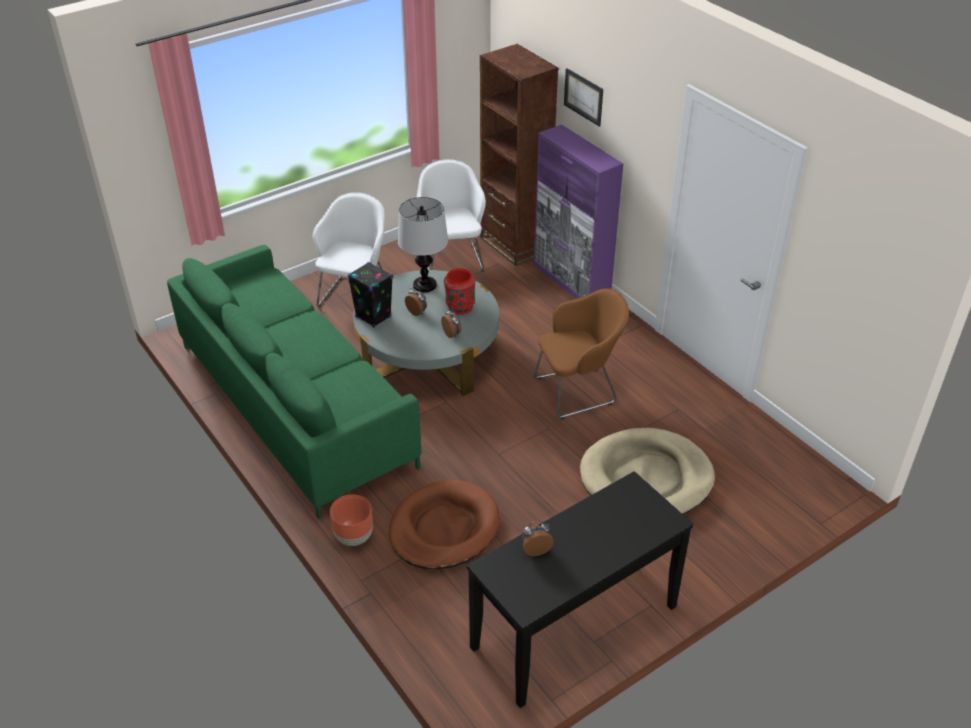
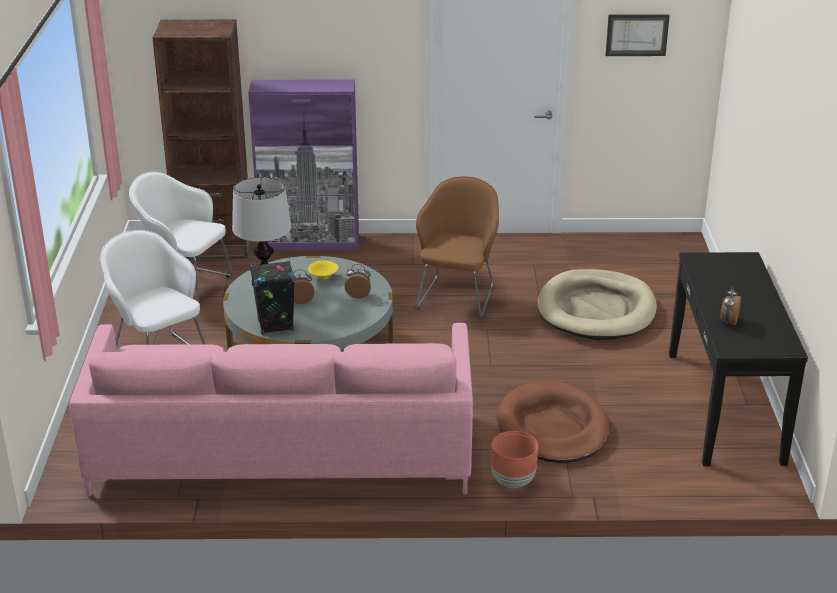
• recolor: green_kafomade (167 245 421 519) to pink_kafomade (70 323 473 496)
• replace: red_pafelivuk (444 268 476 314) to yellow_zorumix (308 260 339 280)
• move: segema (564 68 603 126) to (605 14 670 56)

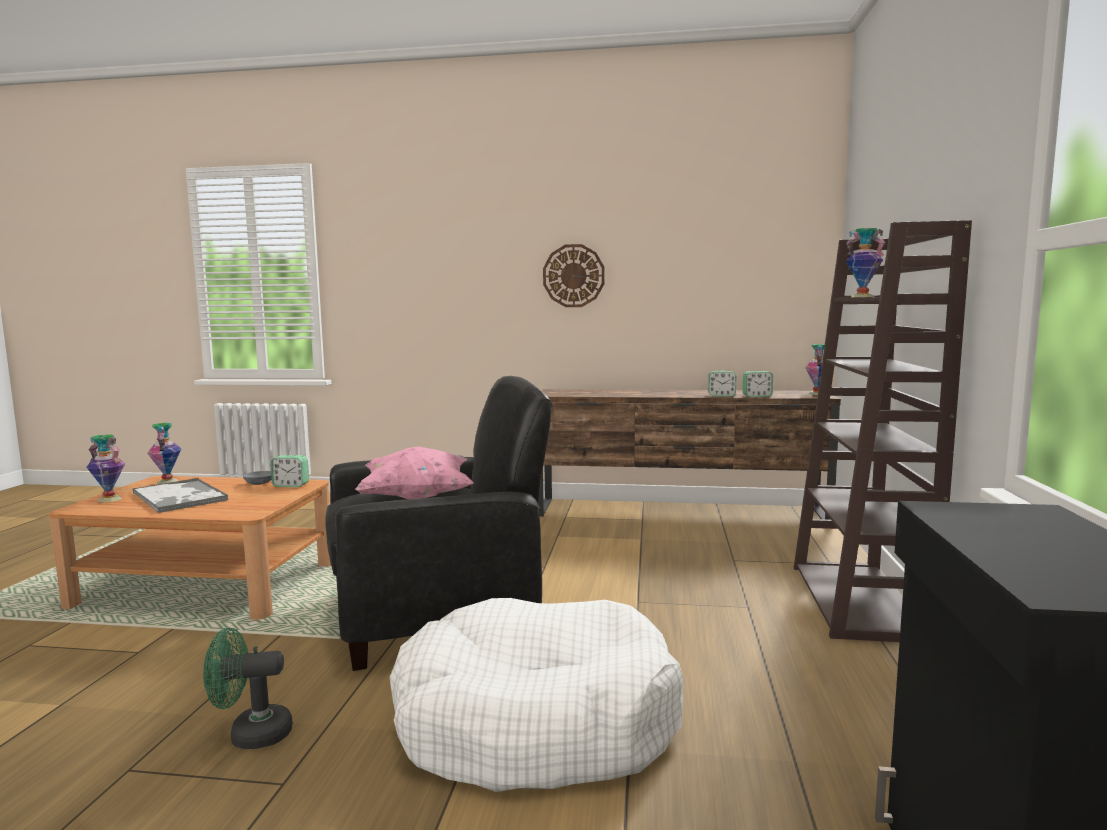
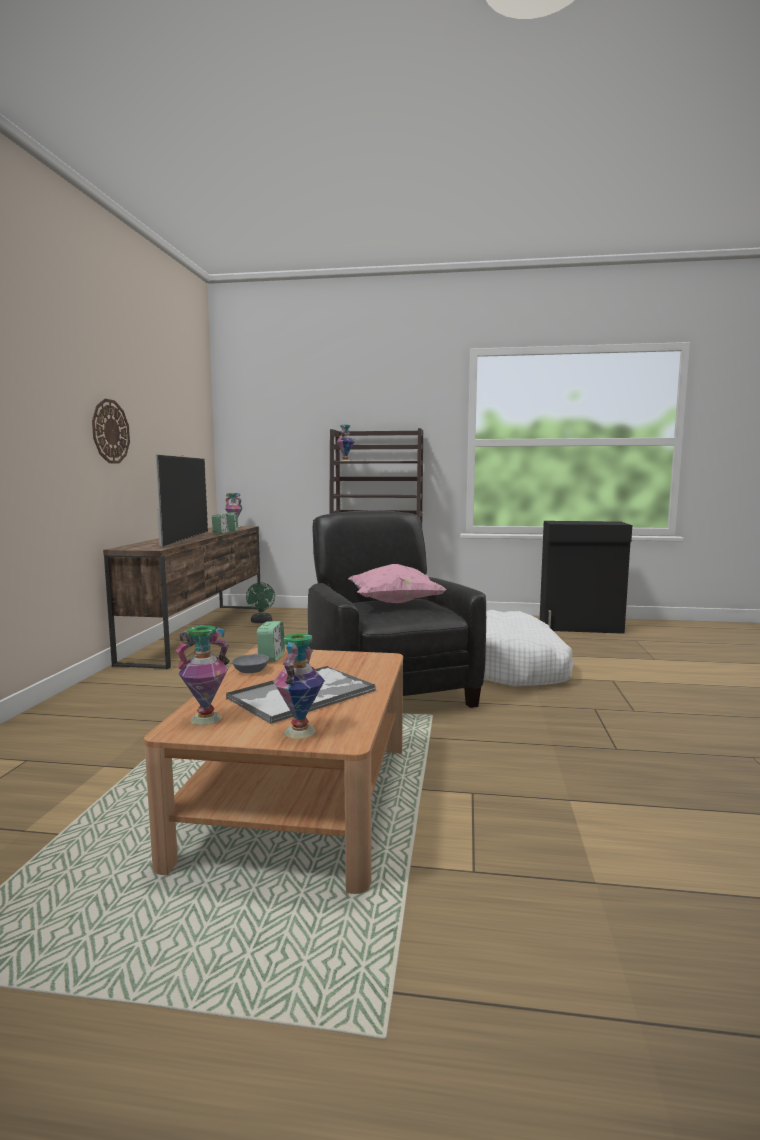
• move: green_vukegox (203 628 293 749) to (246 582 275 623)
• insert: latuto (156 455 208 547)

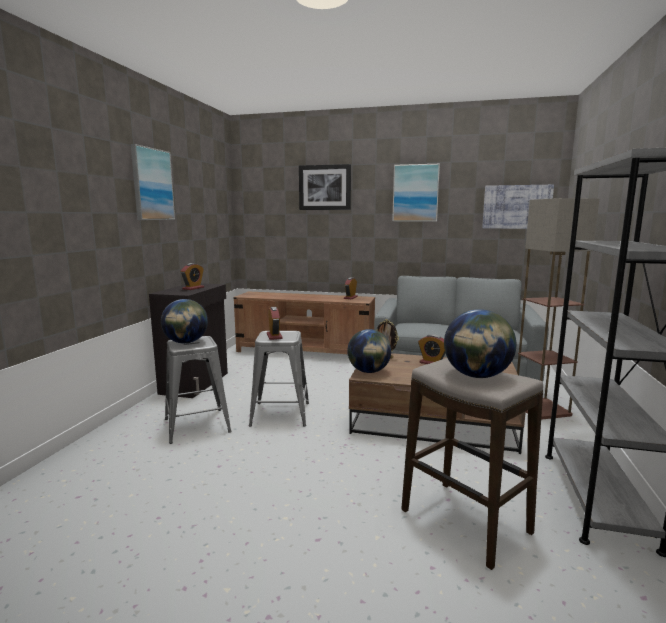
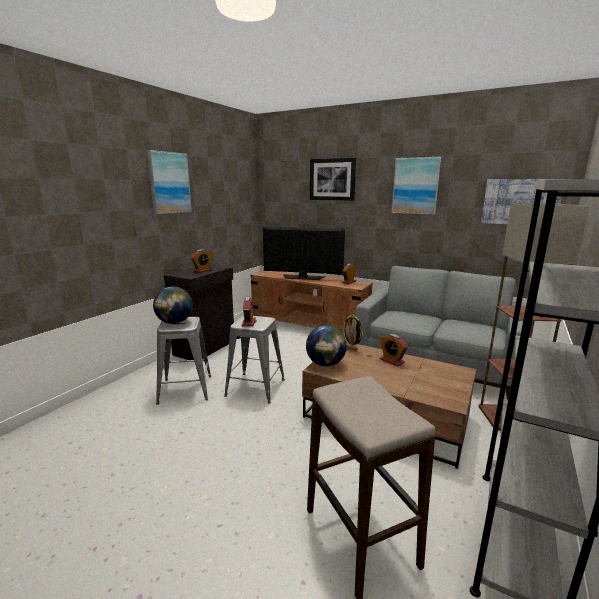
• delete: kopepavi (444 309 516 378)
• insert: latuto (263 227 345 280)

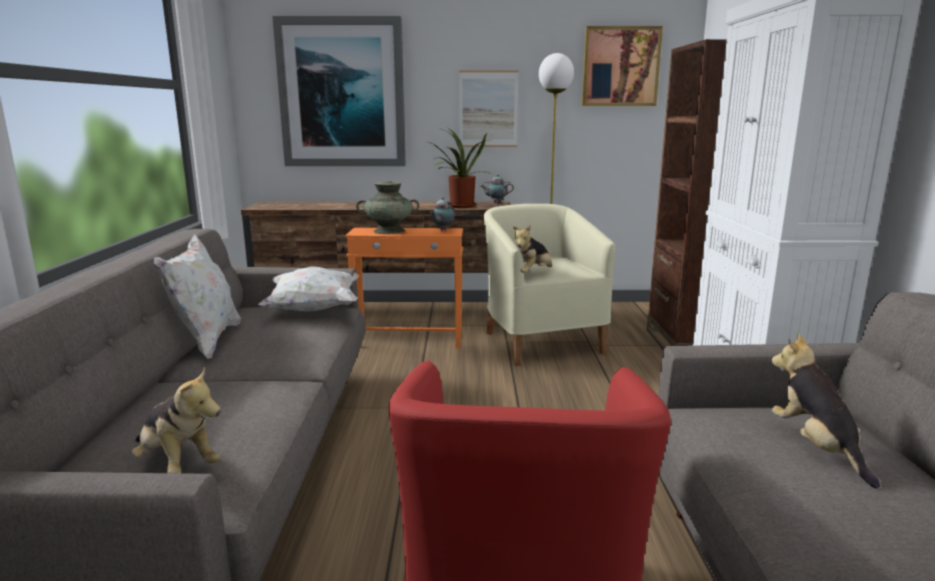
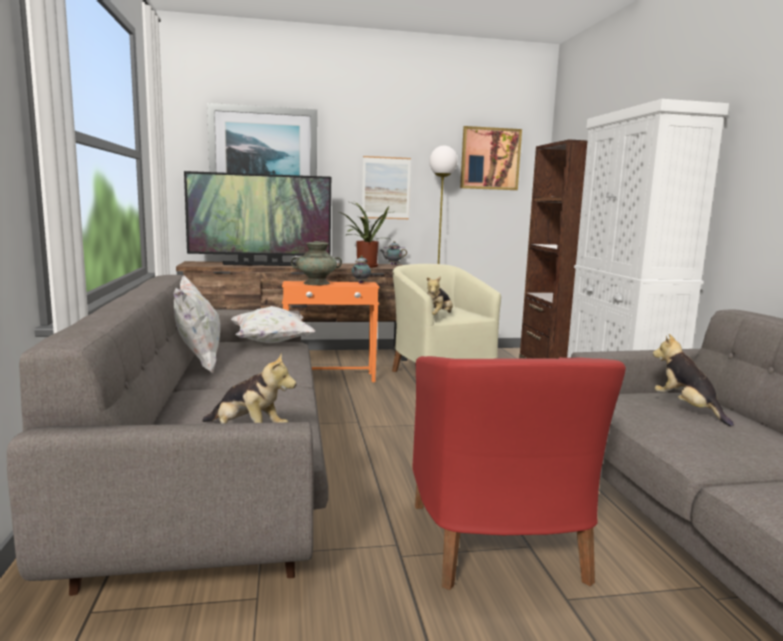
• insert: latuto (184 171 331 266)

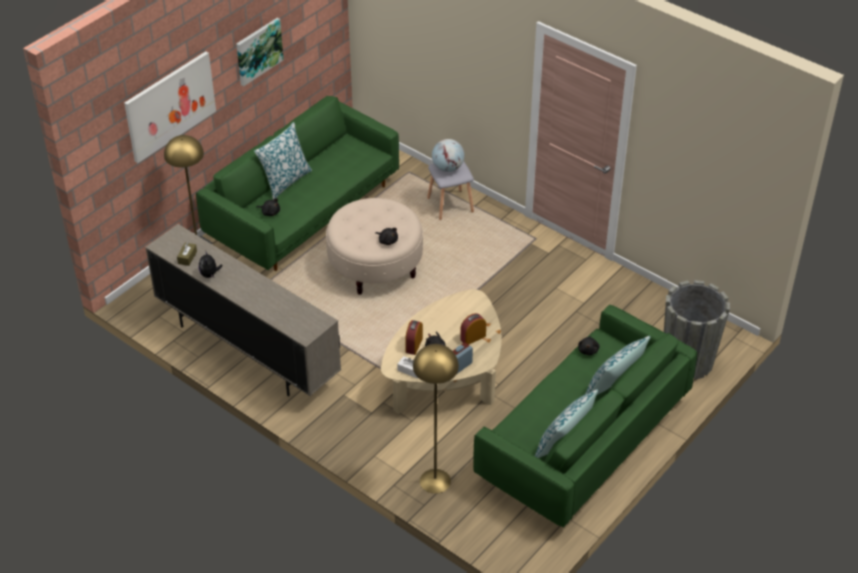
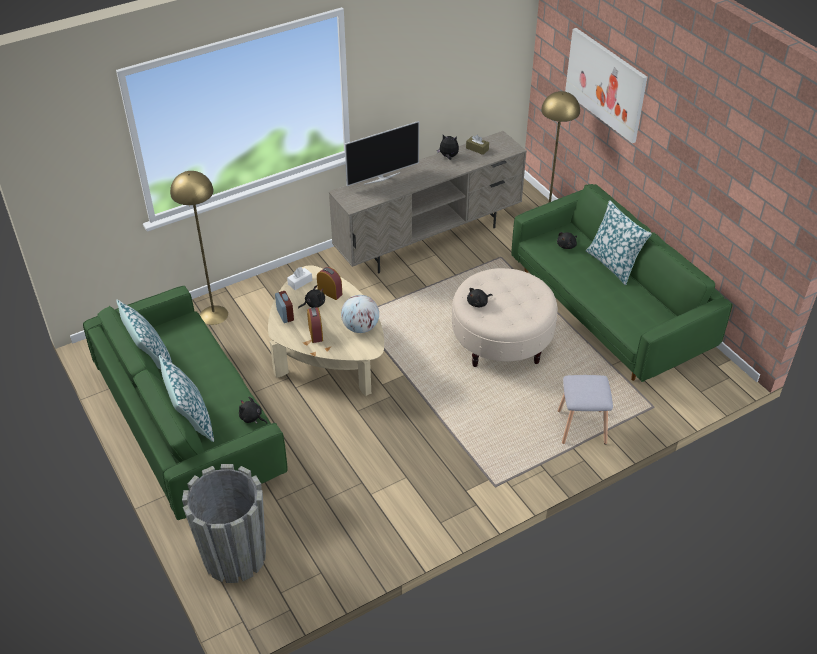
• delete: segema (236 18 284 86)
• move: kopepavi (432 139 465 172) to (341 295 379 333)
• insert: latuto (345 121 419 186)

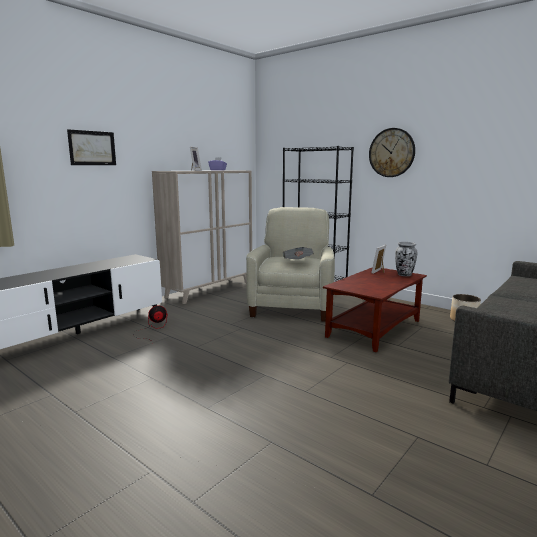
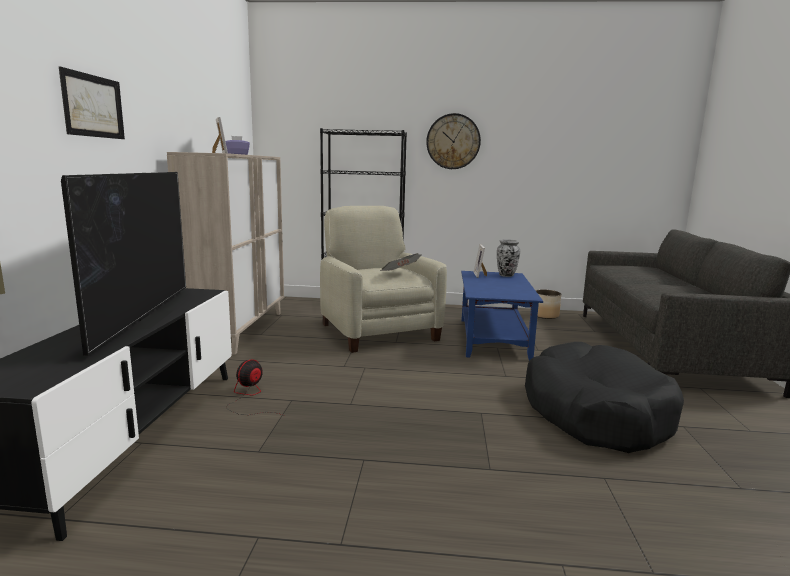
• recolor: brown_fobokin (323 267 427 352) to blue_fobokin (461 271 543 360)
• insert: latuto (61 172 186 355)
• insert: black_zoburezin (525 342 684 453)

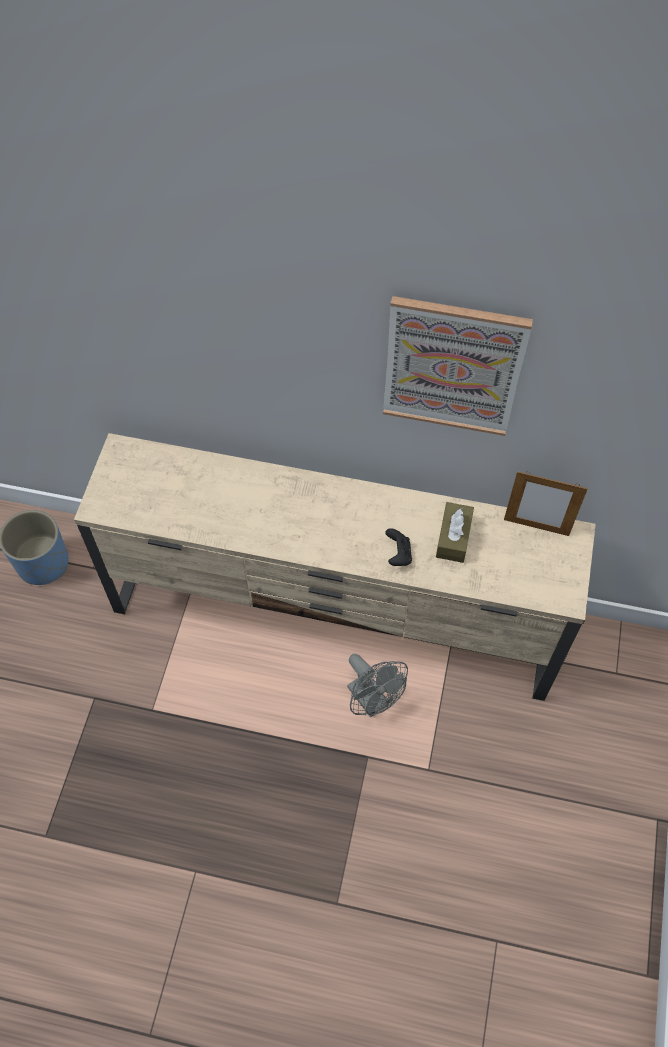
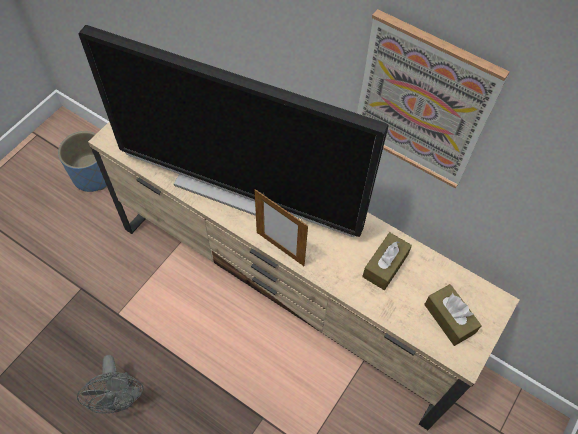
• move: grey_vukegox (347 654 408 717) to (77 355 144 414)
• delete: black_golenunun (385 528 412 566)
• move: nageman (504 471 588 536) to (255 189 308 266)
• insert: latuto (78 25 389 237)
• insert: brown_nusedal (424 284 482 346)

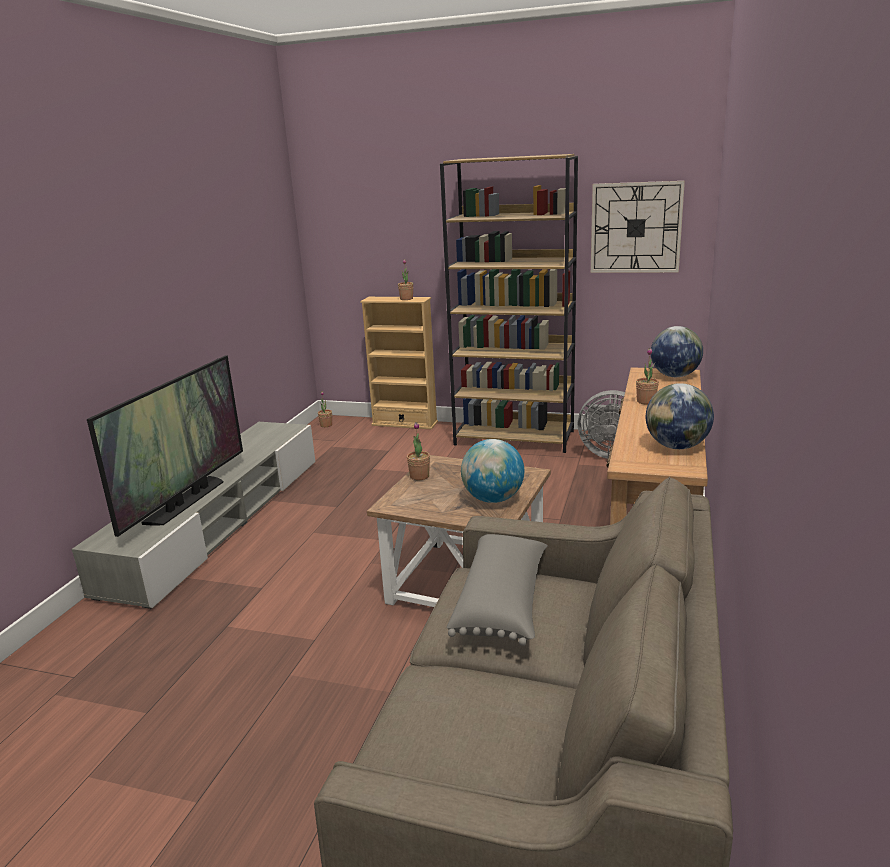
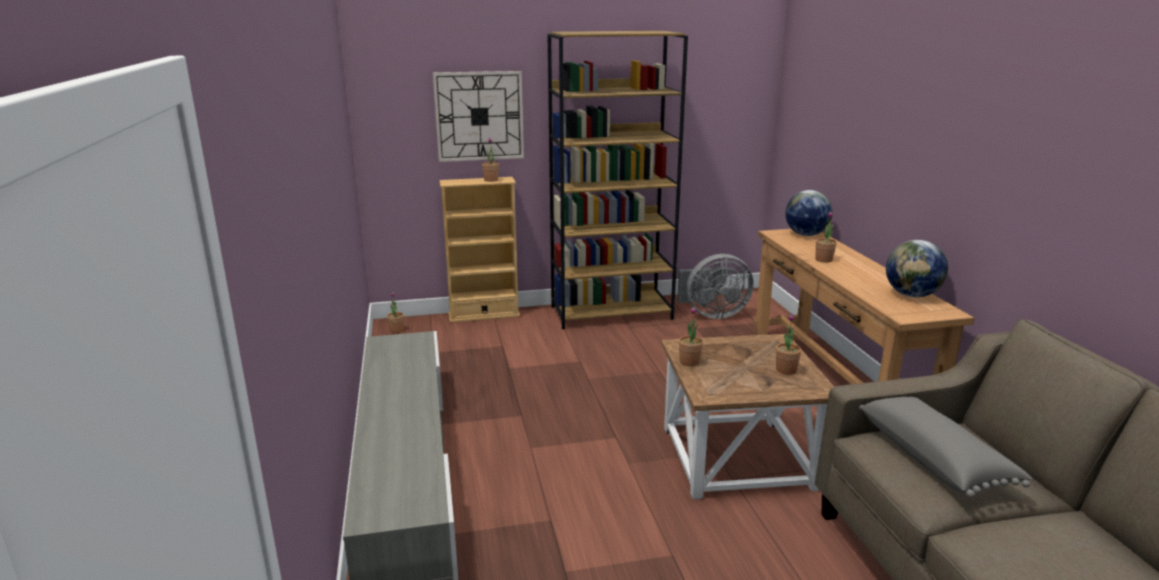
• delete: latuto (87 355 243 537)
• replace: kopepavi (461 439 524 503) to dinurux (776 314 801 375)
• move: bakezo (591 181 685 273) to (433 71 524 162)

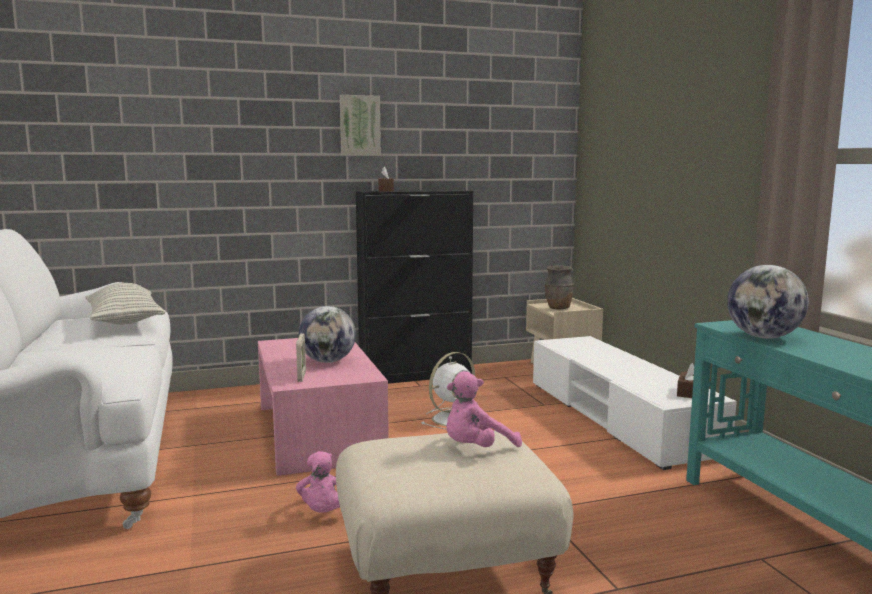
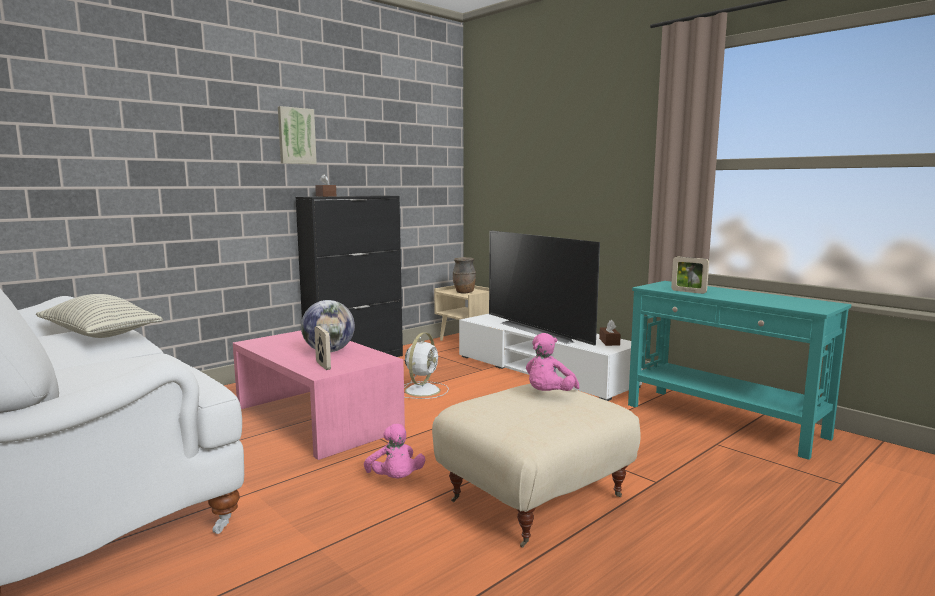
• replace: kopepavi (727 265 809 339) to nageman (671 257 709 294)
• insert: latuto (489 230 600 346)

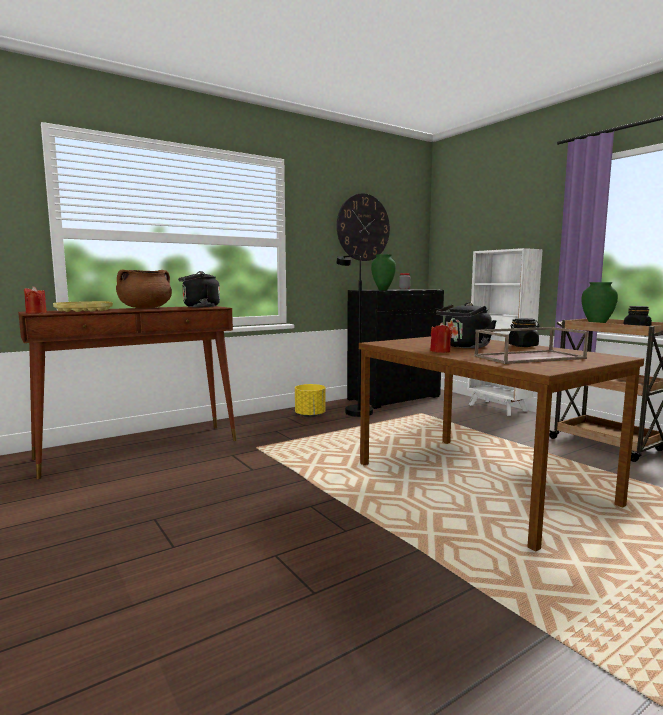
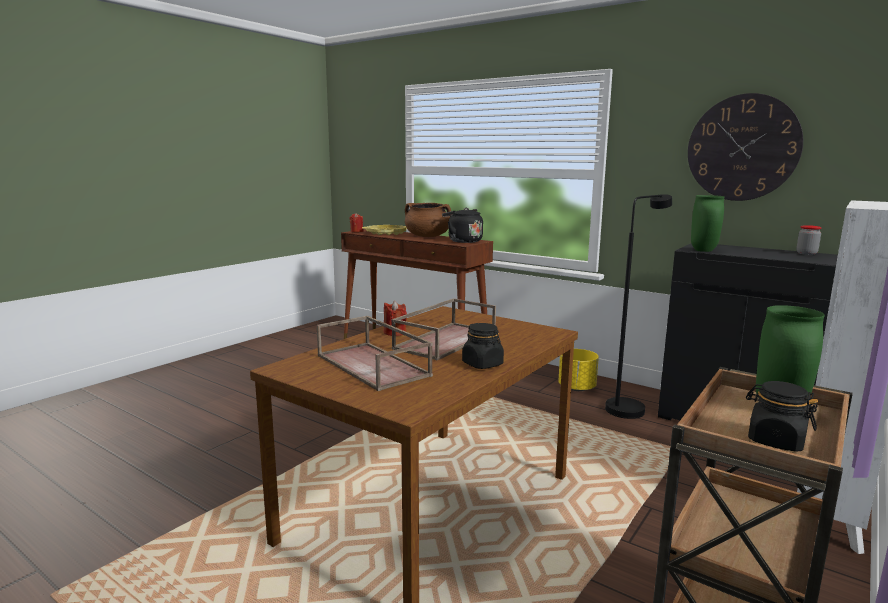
• replace: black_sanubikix (436 302 497 348) to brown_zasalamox (391 298 496 361)

